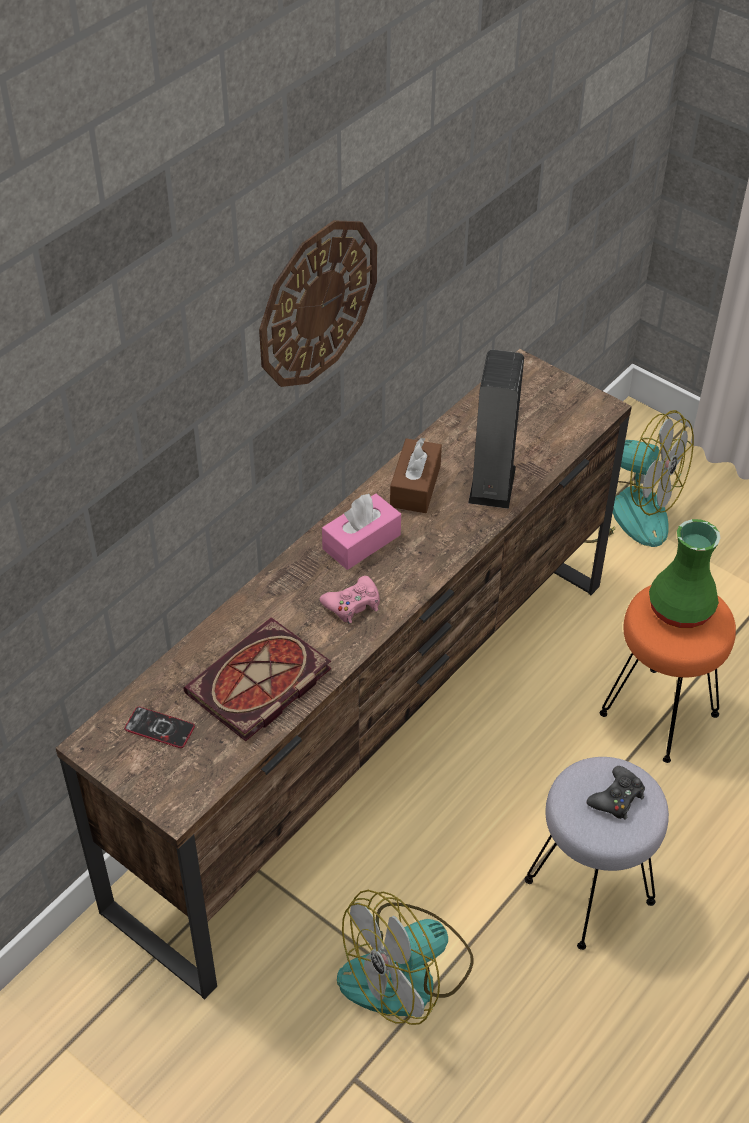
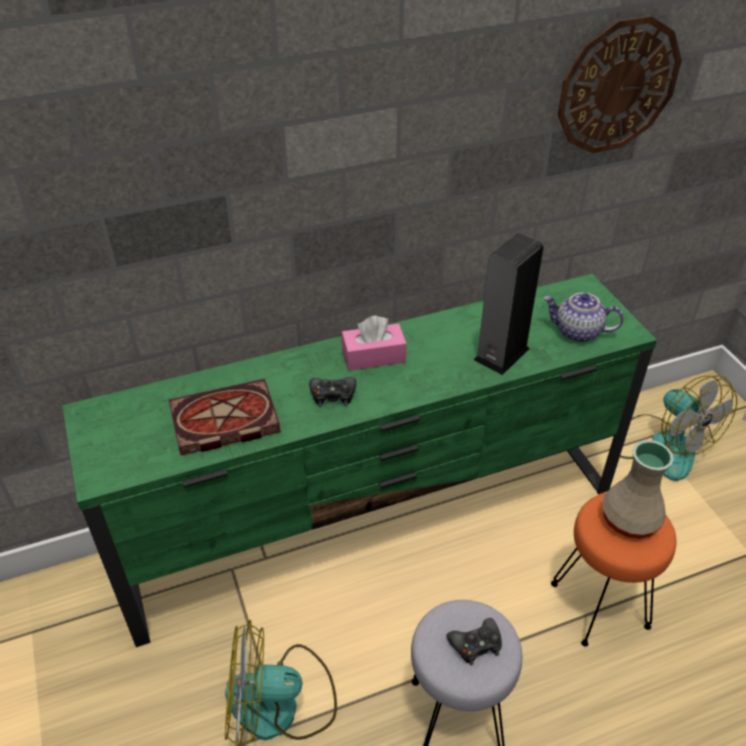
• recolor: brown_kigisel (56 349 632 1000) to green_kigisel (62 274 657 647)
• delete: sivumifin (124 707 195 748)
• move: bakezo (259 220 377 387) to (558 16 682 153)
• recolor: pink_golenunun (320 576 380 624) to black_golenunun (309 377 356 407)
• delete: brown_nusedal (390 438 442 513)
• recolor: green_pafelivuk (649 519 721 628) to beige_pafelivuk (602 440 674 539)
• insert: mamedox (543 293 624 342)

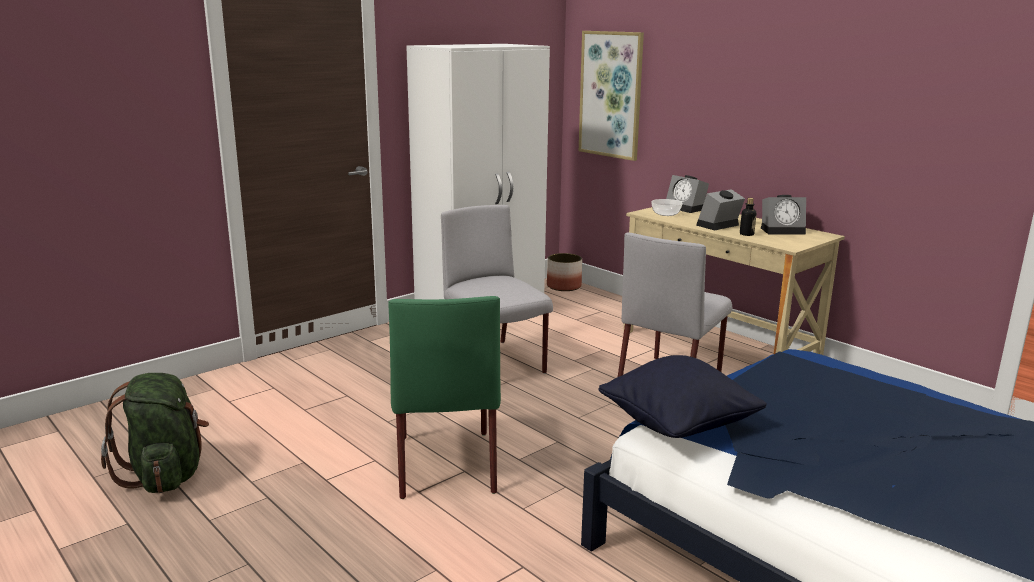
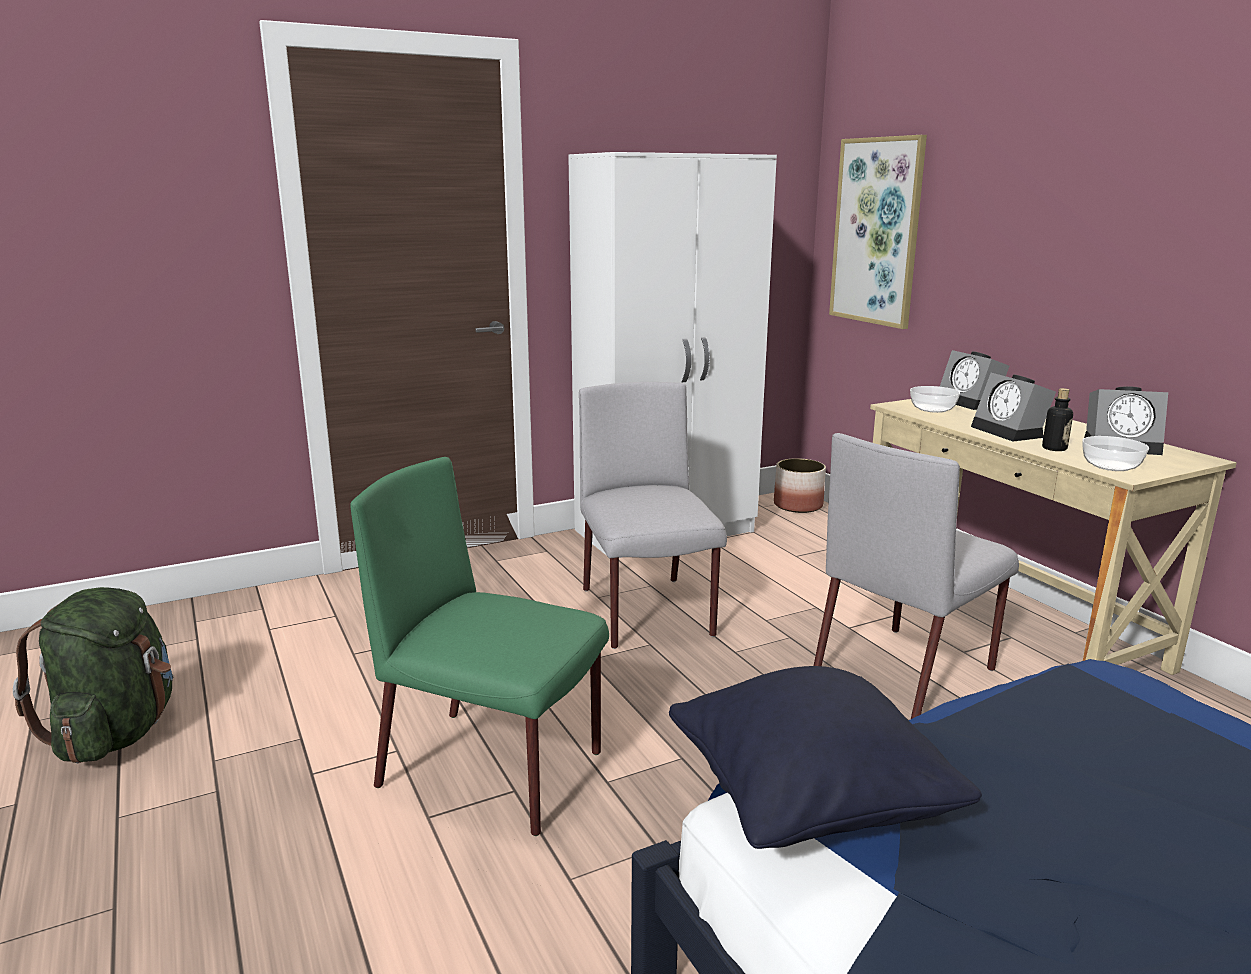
• rotate: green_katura (388 296 501 499) = (350 457 609 836) 105 degrees clockwise
• rotate: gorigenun (696 189 745 230) = (971 373 1056 441) 90 degrees counterclockwise
• insert: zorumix (1082 436 1149 471)

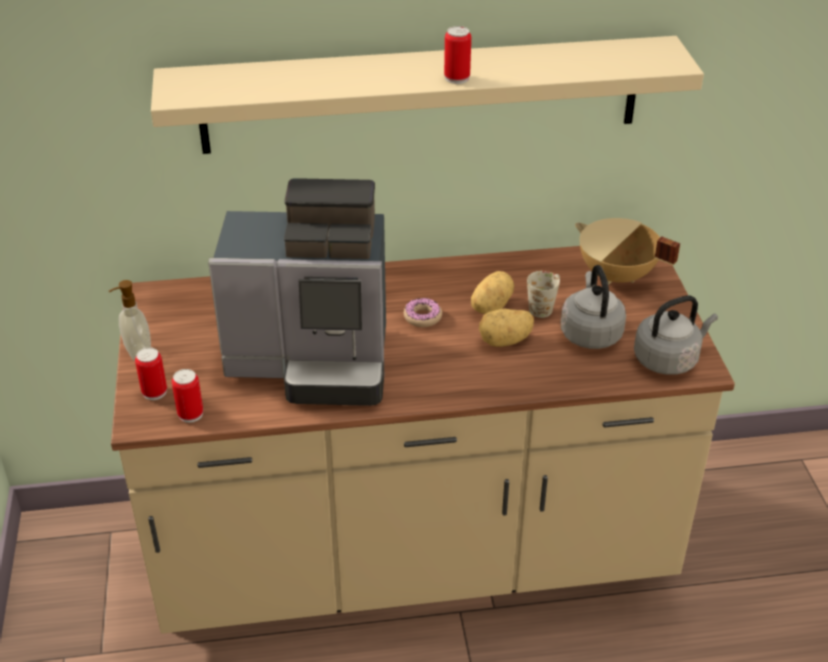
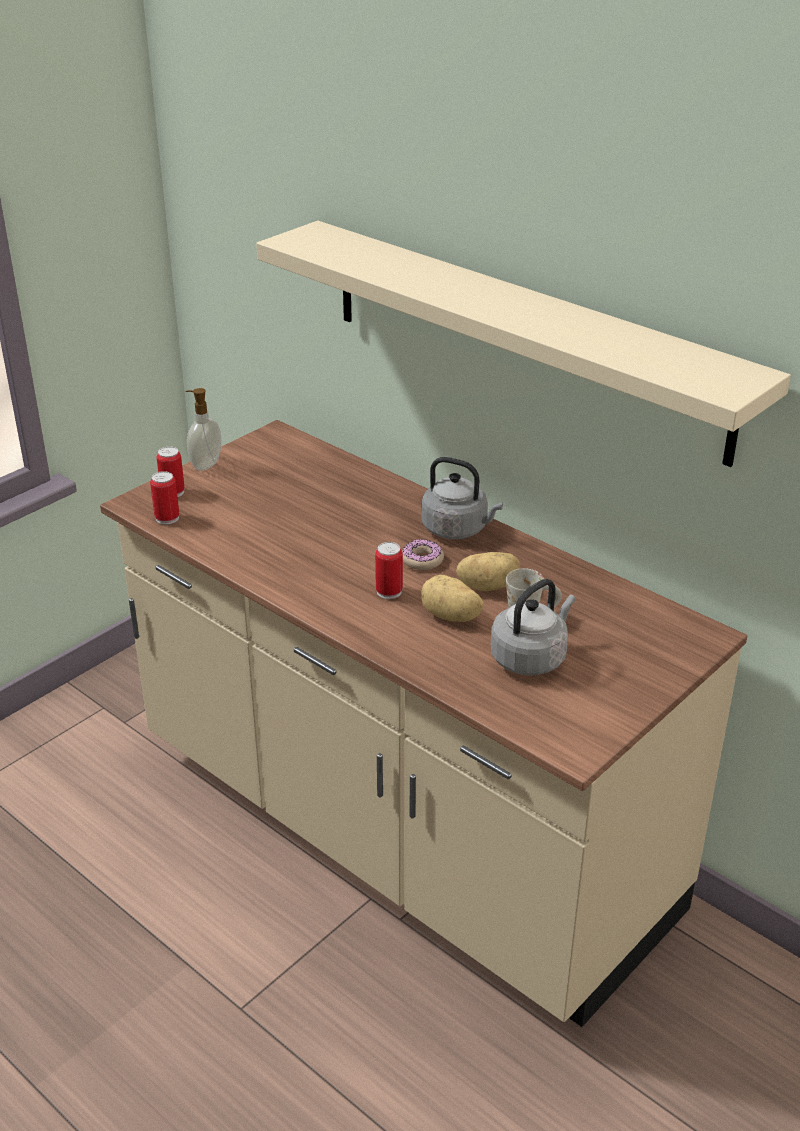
• delete: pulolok (208 178 386 406)
• move: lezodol (444 26 471 84) to (375 542 403 599)
• delete: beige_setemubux (575 218 680 285)
• move: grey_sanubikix (634 295 718 375) to (421 457 503 539)

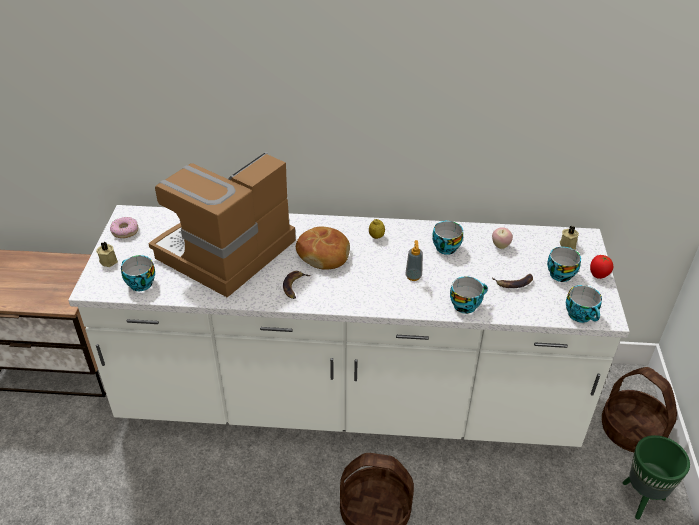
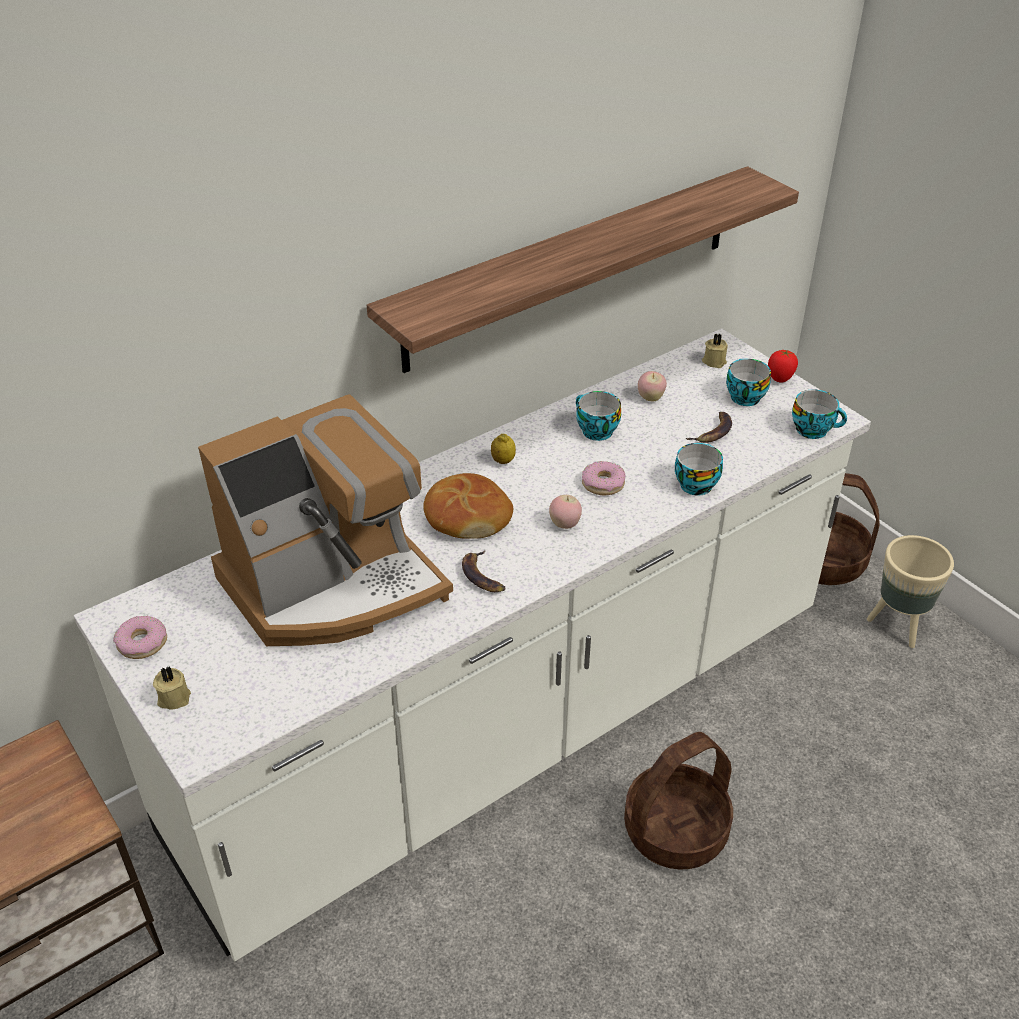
• delete: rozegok (121 255 155 291)
• rotate: pulolok (148 152 296 298) = (198 394 453 646) 120 degrees counterclockwise
• replace: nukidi (405 240 423 281) to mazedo (582 461 625 495)
• recolor: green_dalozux (623 435 690 519) to beige_dalozux (867 535 954 648)
• insert: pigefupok (367 166 799 373)
• insert: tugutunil (549 495 582 529)

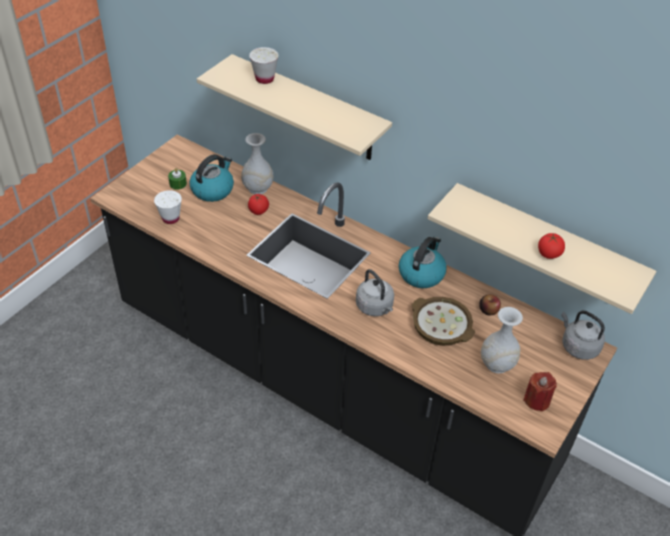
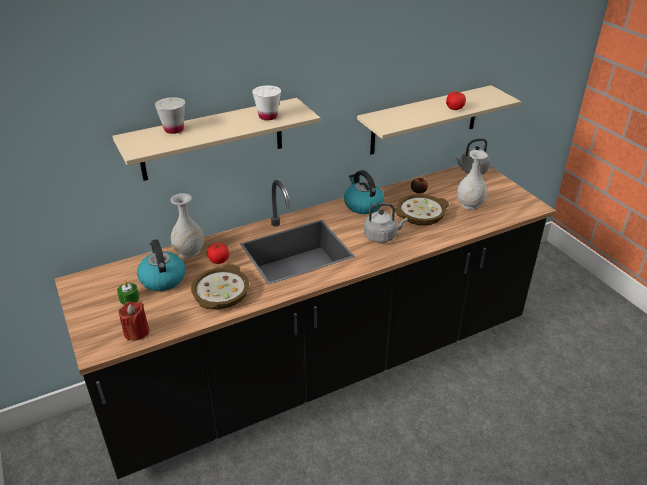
• move: white_rozegok (154 190 182 224) to (252 85 281 120)
• move: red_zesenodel (523 372 557 412) to (119 301 149 341)
• insert: zorumix (191 264 249 309)

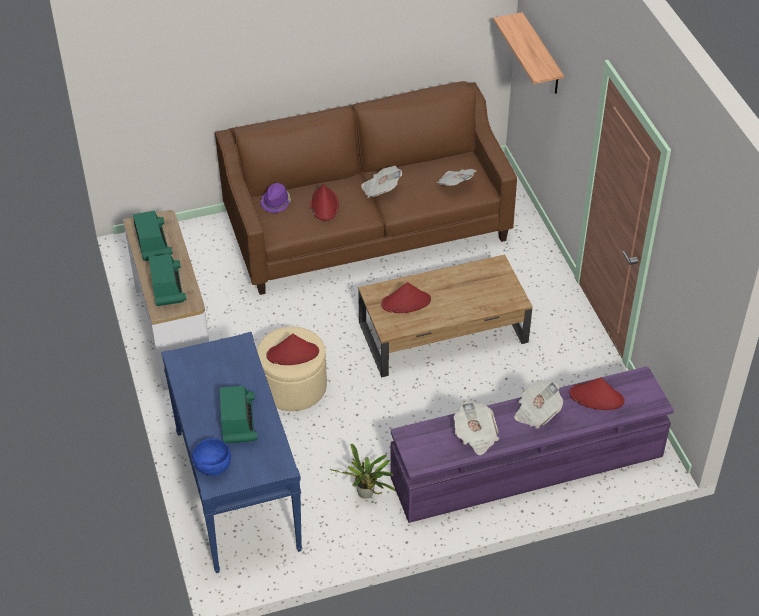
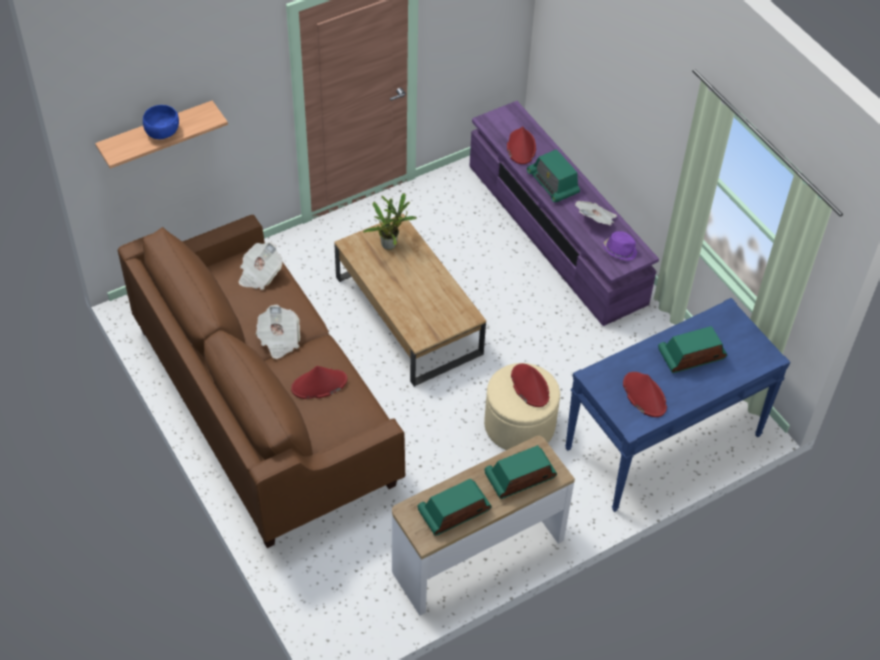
• move: blue_zorumix (192 439 231 476) to (143 105 179 139)
• move: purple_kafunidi (260 183 291 213) to (603 231 638 261)
• move: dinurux (330 444 396 499) to (363 193 417 250)
• move: red_kafunidi (381 282 431 313) to (623 372 667 417)
• replace: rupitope (514 380 563 429) to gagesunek (527 149 580 202)

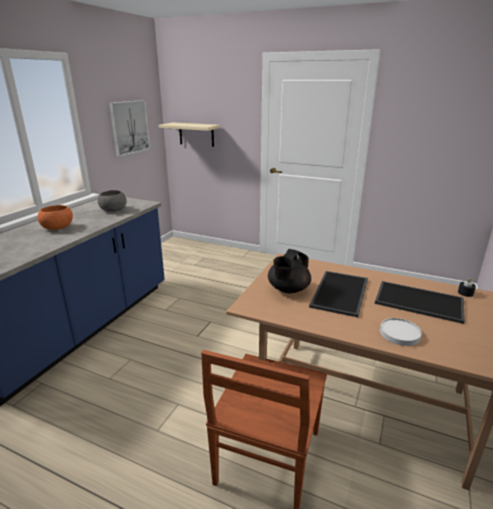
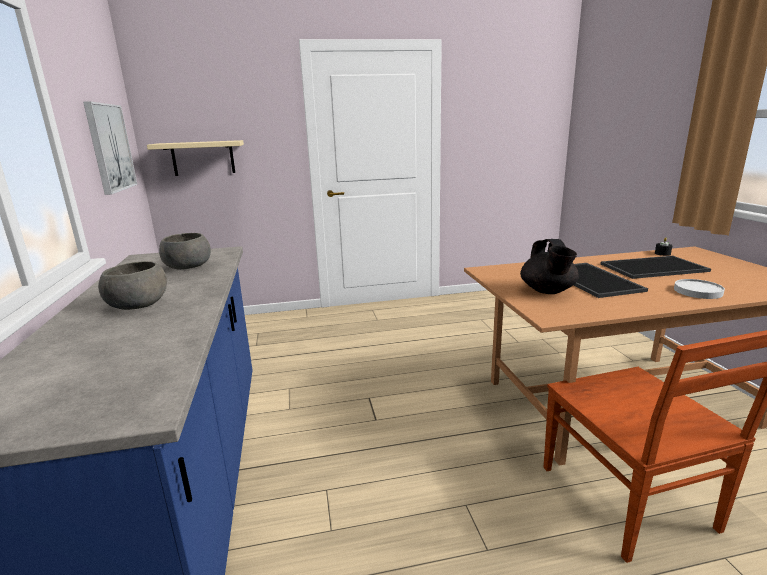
• recolor: orange_zorumix (38 205 73 230) to grey_zorumix (98 261 167 310)

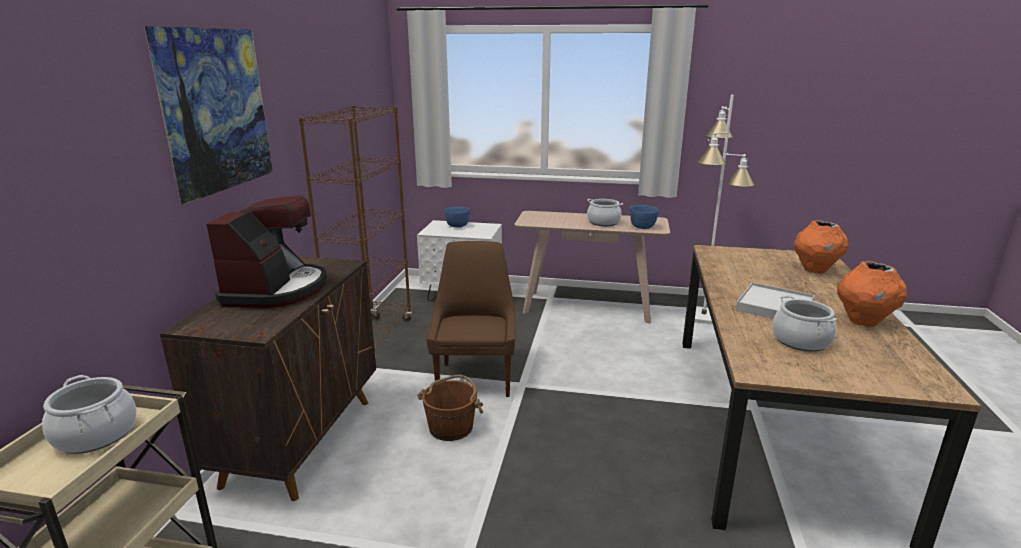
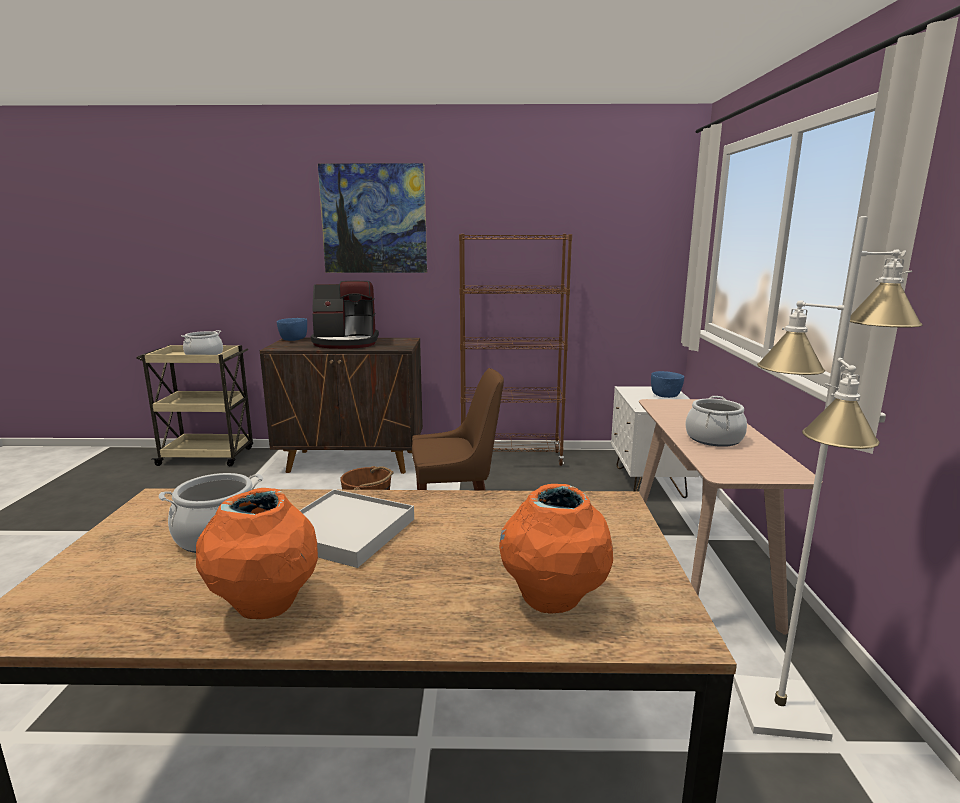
• move: blue_zorumix (630 205 659 229) to (277 318 307 341)

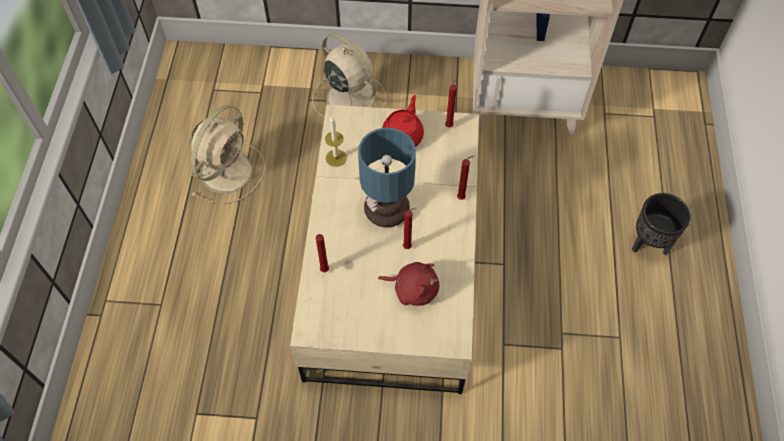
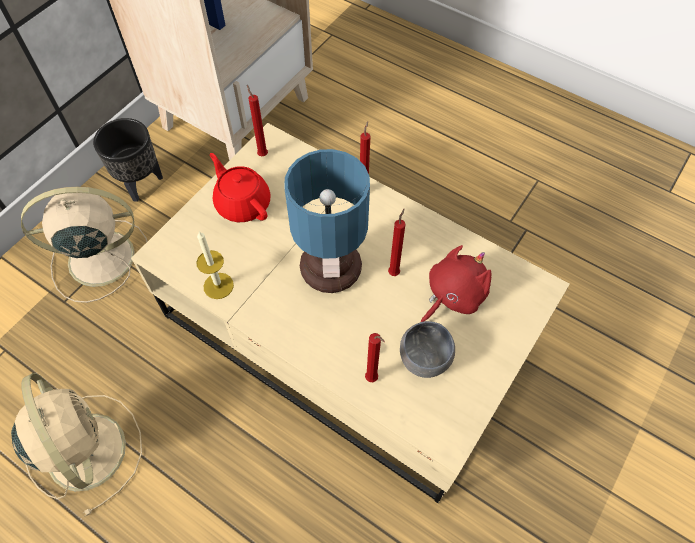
• move: black_dalozux (632 193 691 255) to (93 118 163 202)
• insert: grey_zorumix (400 321 455 378)

